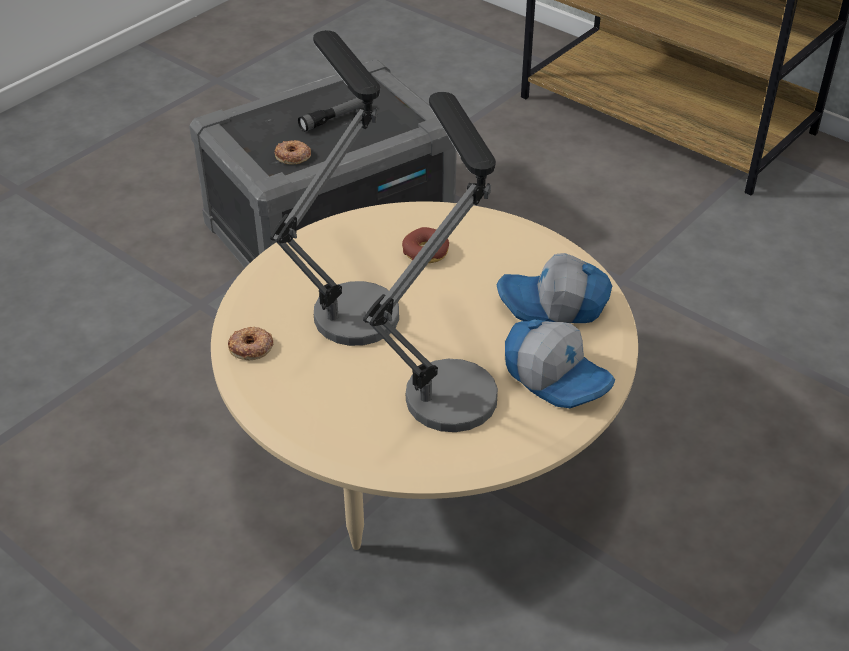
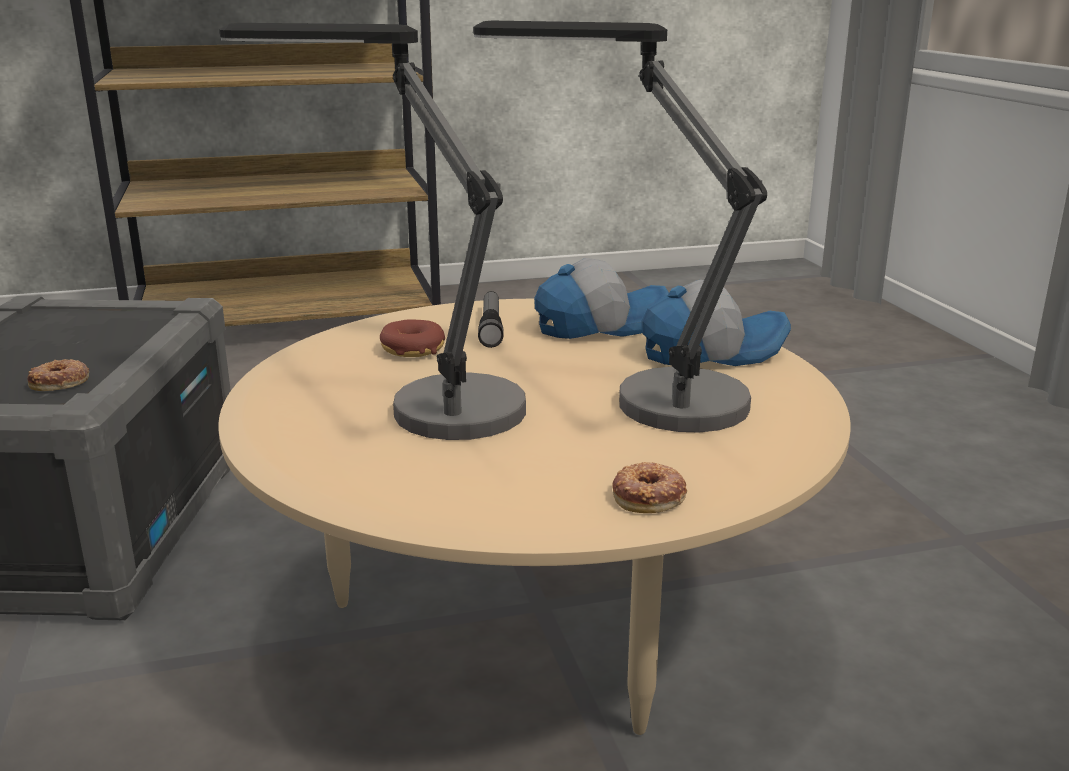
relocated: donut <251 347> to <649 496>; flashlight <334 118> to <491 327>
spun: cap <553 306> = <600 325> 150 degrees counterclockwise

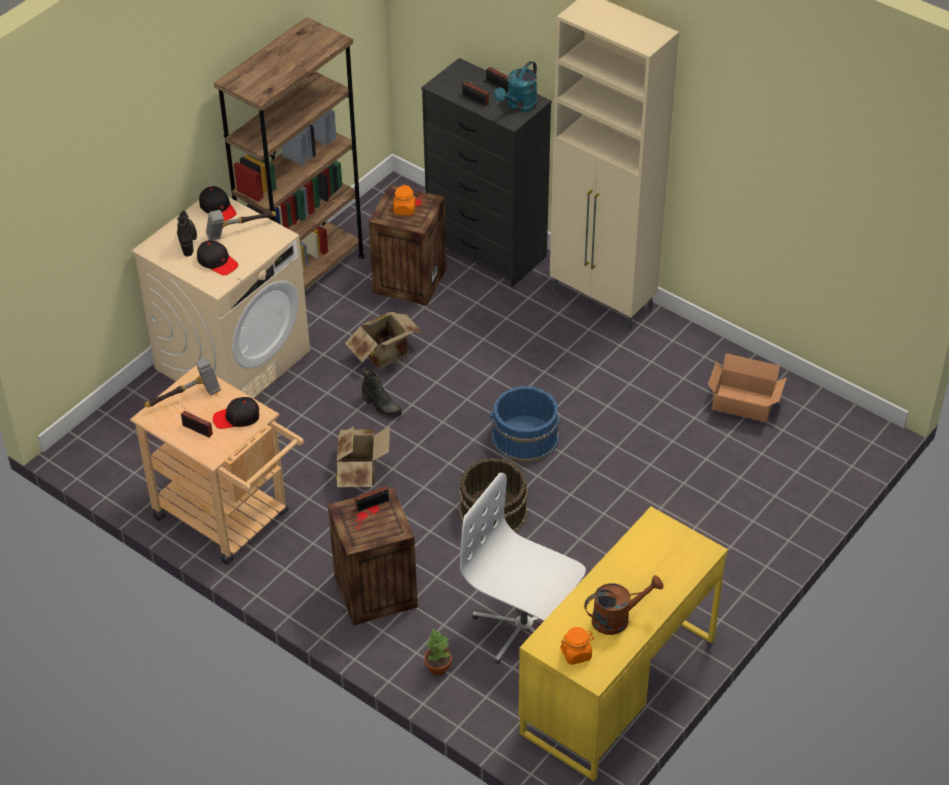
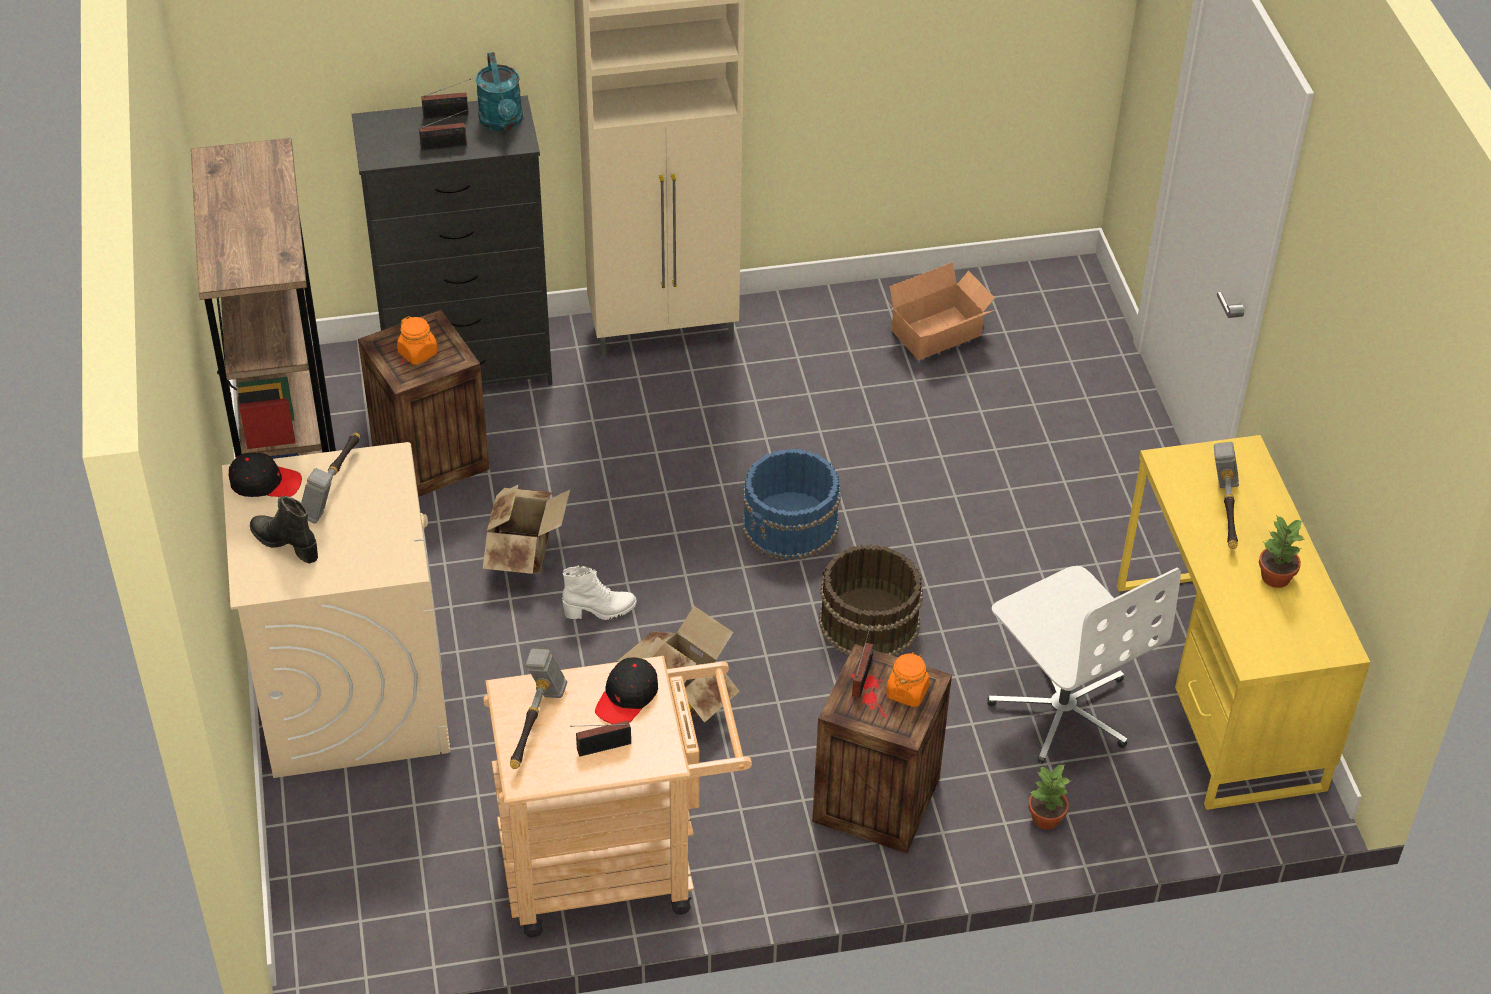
missing: black cap <217 262>
appeared: hammer <1225 513>
relocated: orange jar <576 653> to <907 691>
exchanged: brown watering can <617 618> to potted plant <1274 577>
colour: black boot <381 407> to white boot <600 611>
spun: white office chair <523 628> = <1063 708> 105 degrees counterclockwise

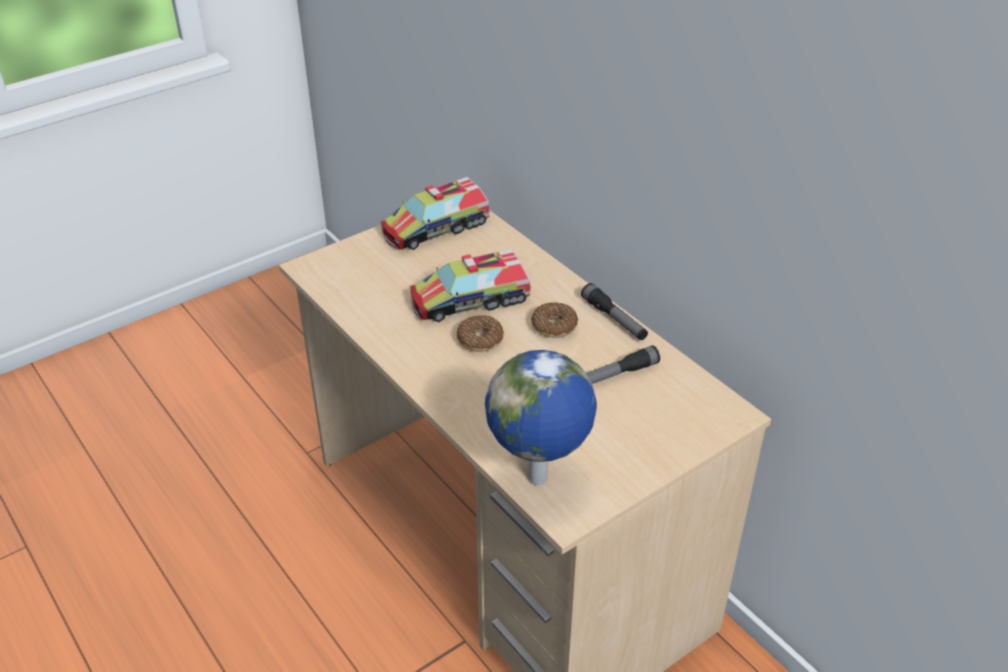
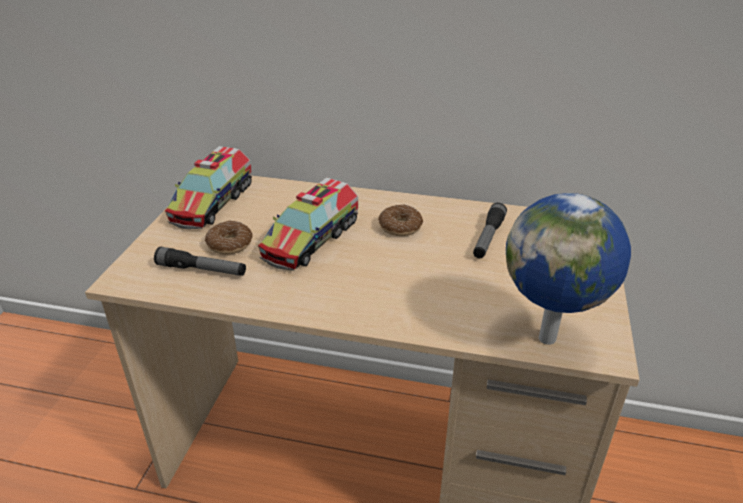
relocated: donut <480 339> to <229 244>; flashlight <614 319> to <202 270>

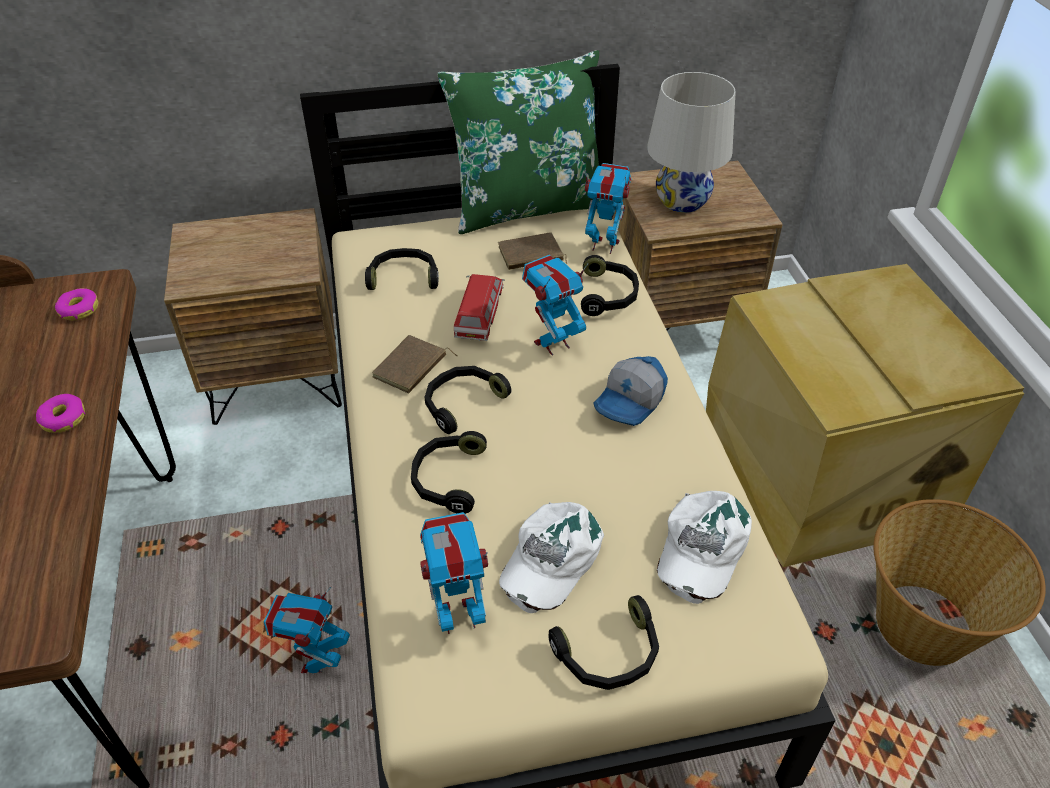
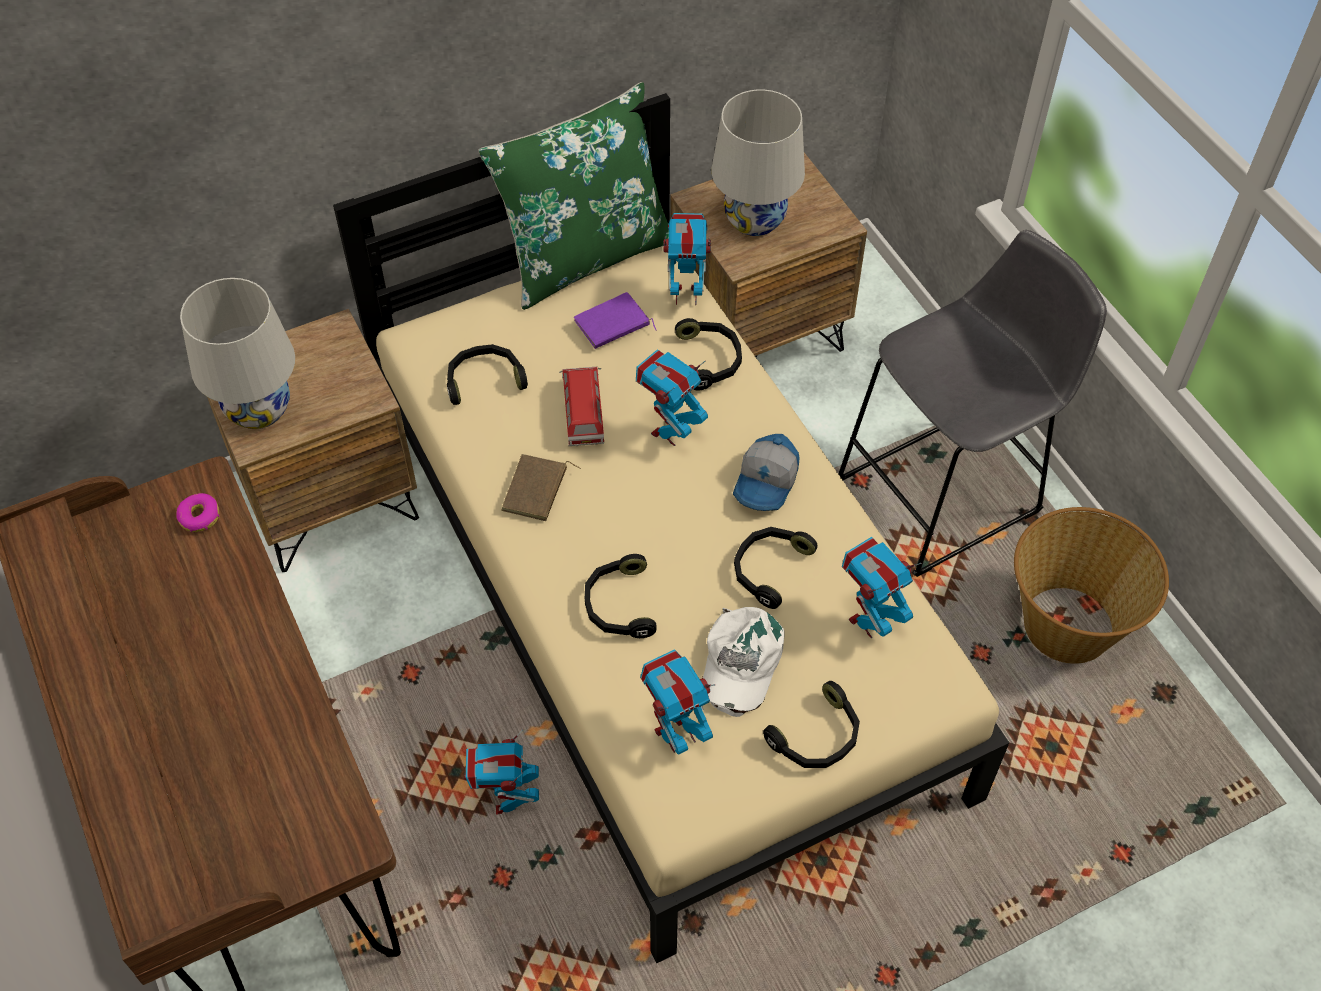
missing: donut <63 419>
appeared: white table lamp <258 409>
relocated: black headphones <462 403> to <769 569>
exchanged: white cap <701 548> to toy robot <870 621>; beige storage box <820 479> to grey stool <948 492>
colour: brown book <531 256> to purple book <613 325>

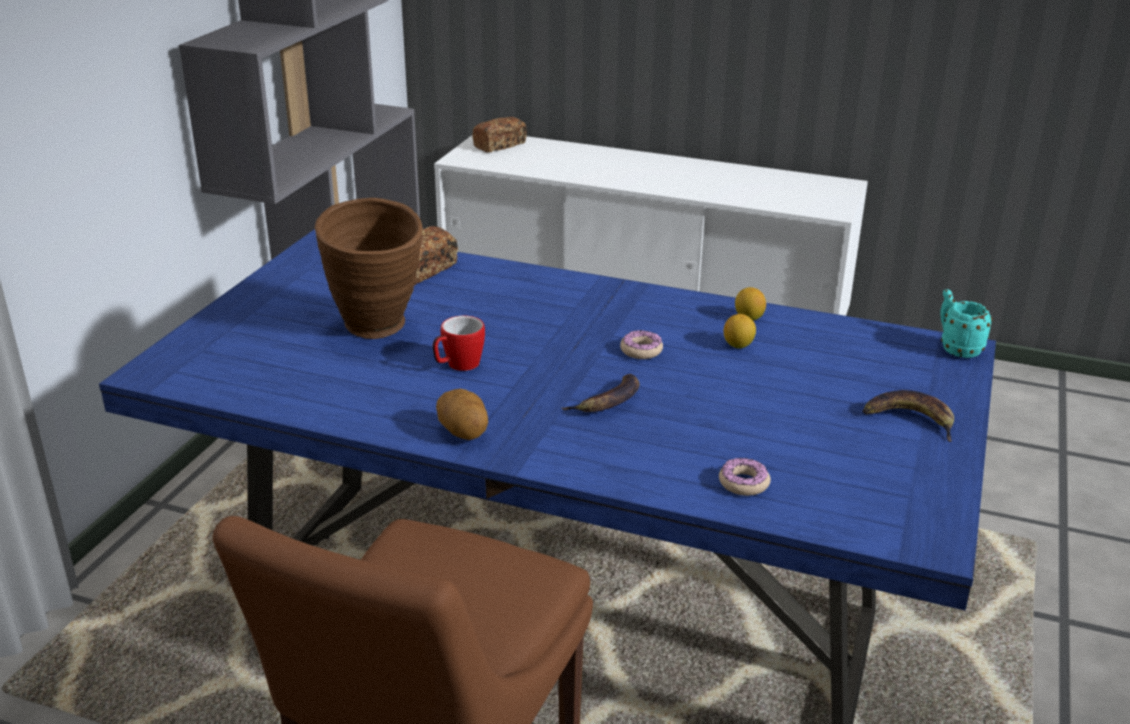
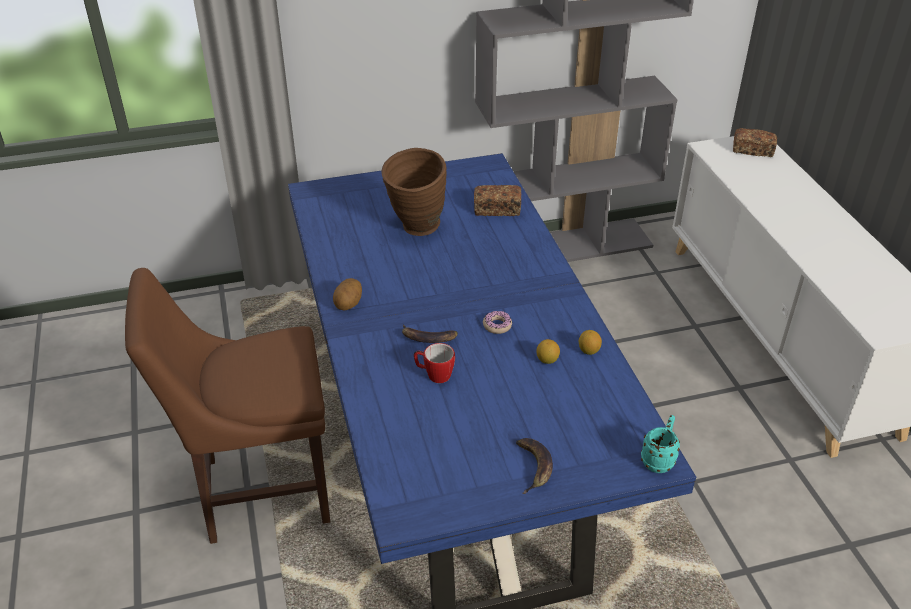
missing: donut <744 483>
relocated: mug <458 366> to <434 375>

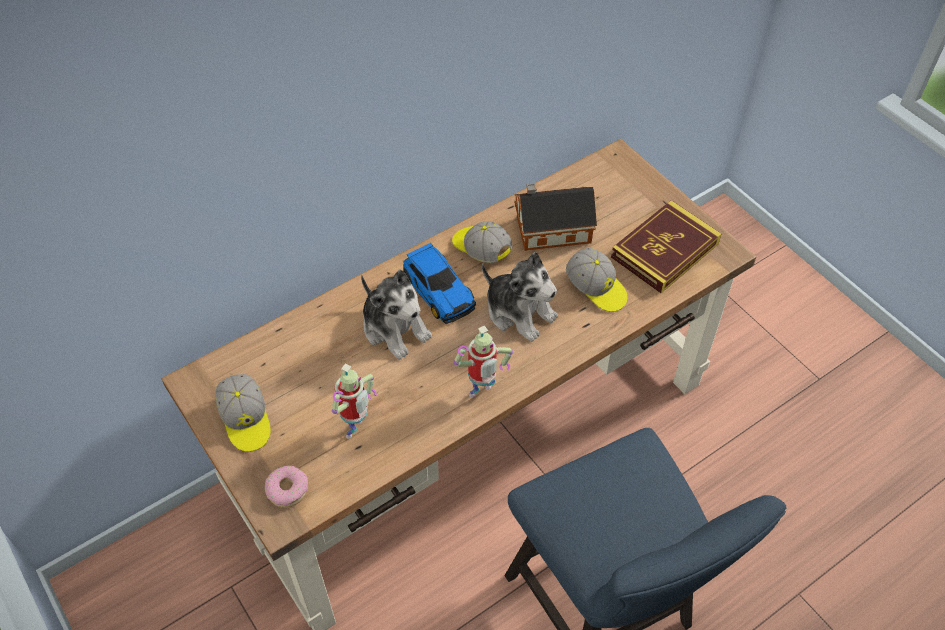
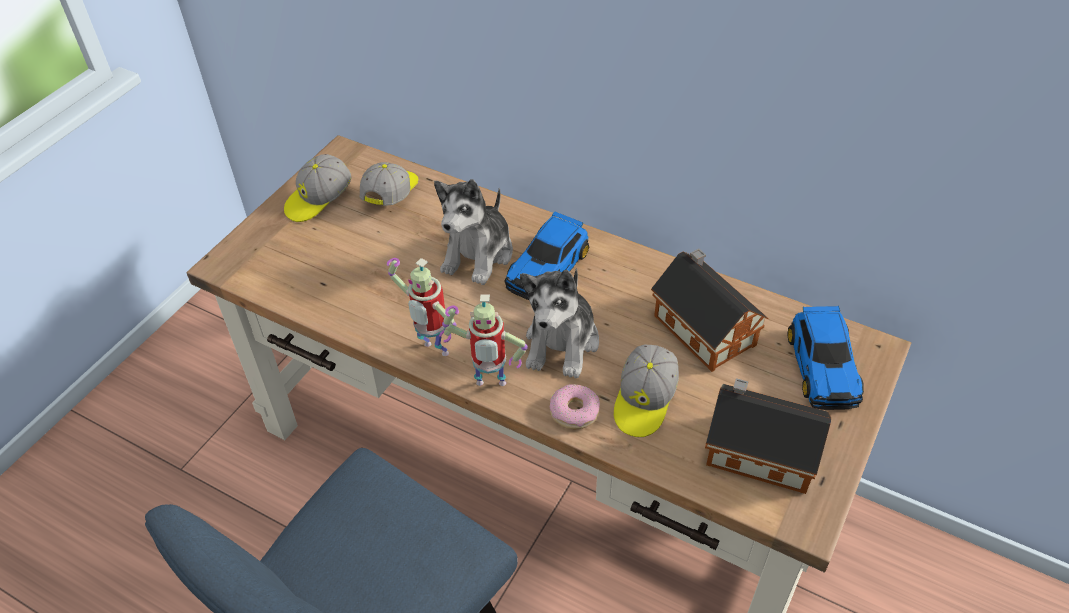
appeared: toy car <823 366>
relocated: donut <287 490> to <574 412>; toy robot <357 430> to <490 386>; cap <481 249> to <391 194>
exchanged: book <664 250> to toy house <756 450>

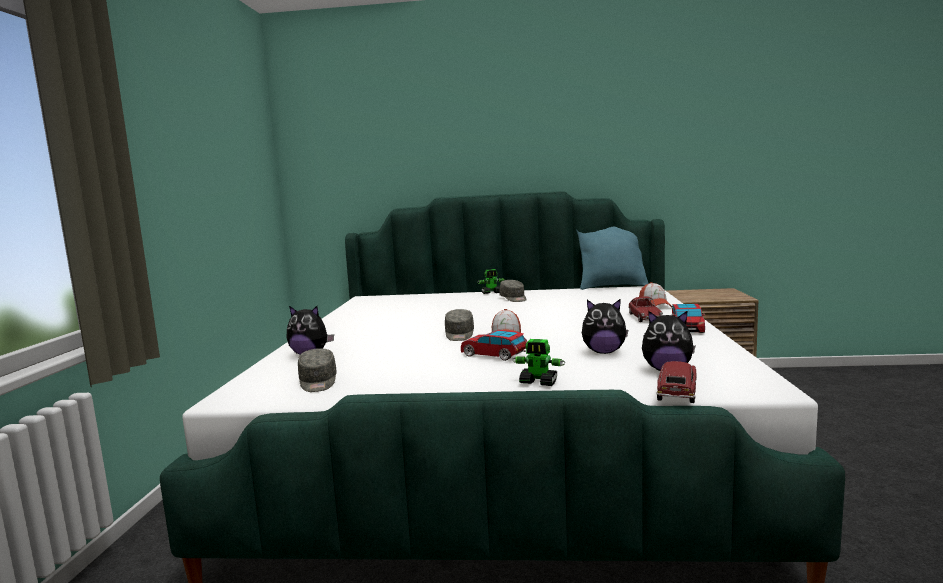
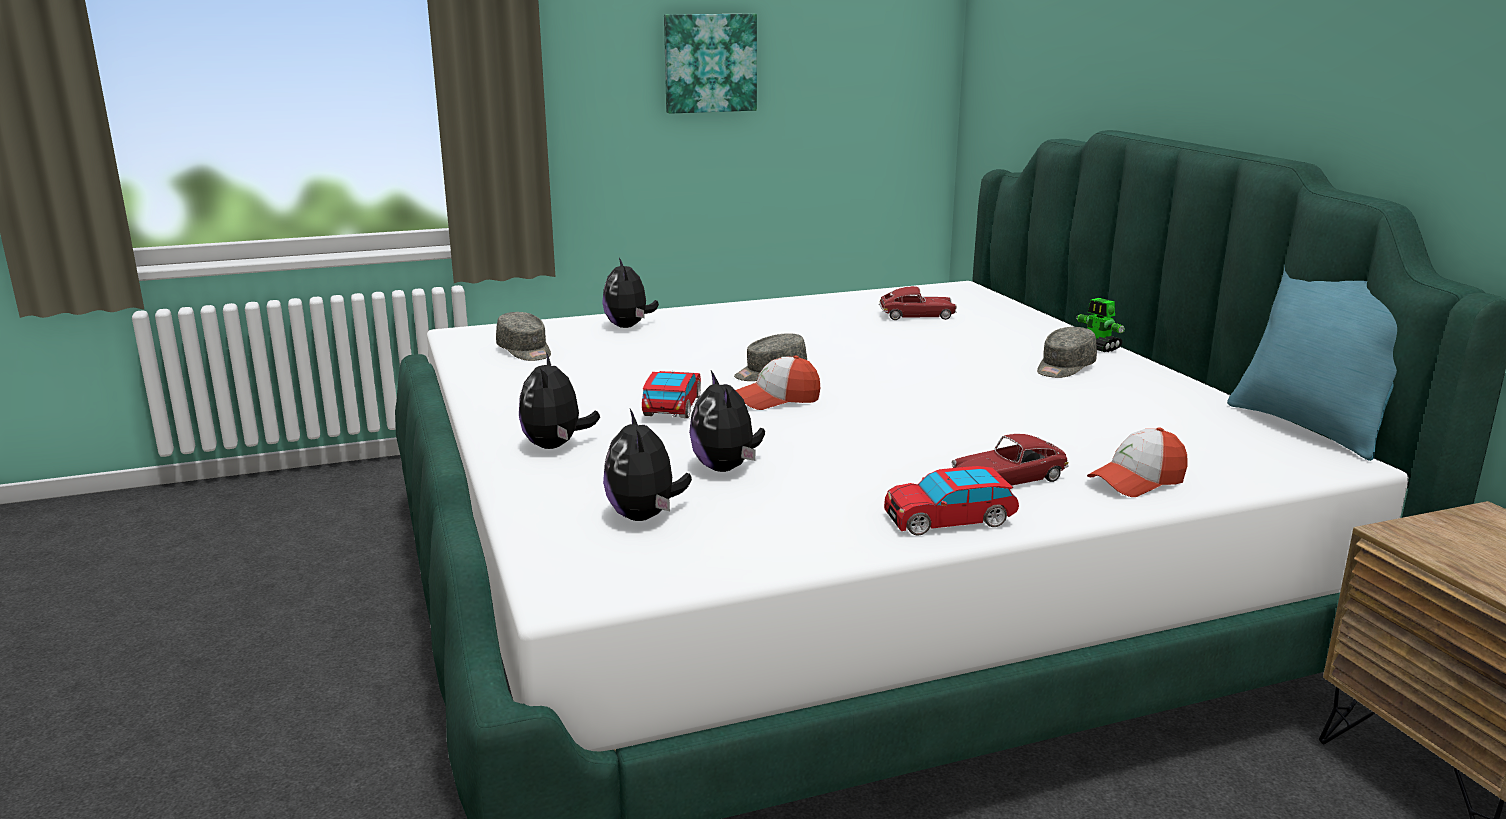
appeared: picture <709 63>
relocated: toy car <677 391> to <917 316>
exchanged: toy robot <539 382> to plush toy <556 446>
spun: grey cap <318 382> = <525 351> 90 degrees counterclockwise

